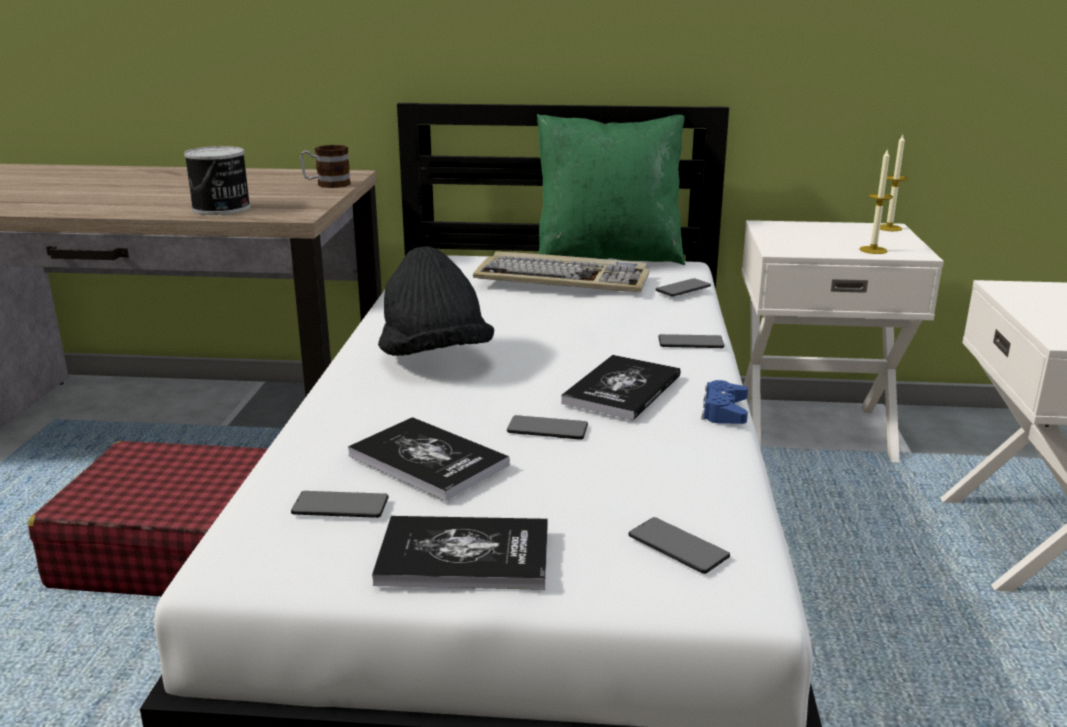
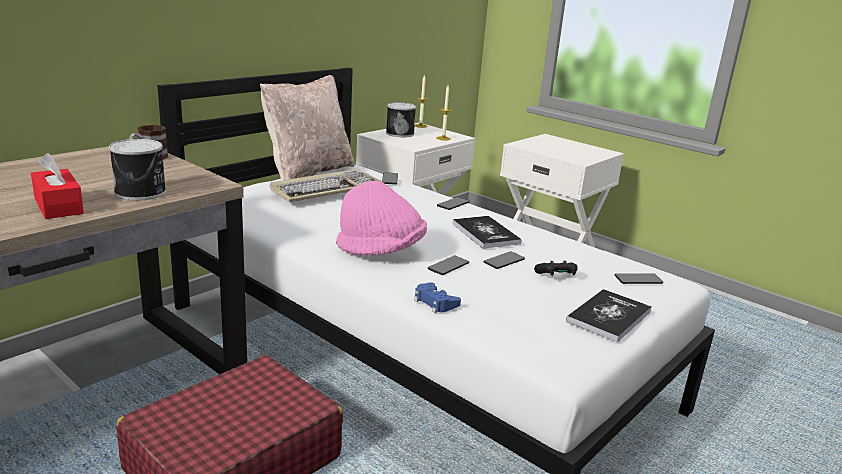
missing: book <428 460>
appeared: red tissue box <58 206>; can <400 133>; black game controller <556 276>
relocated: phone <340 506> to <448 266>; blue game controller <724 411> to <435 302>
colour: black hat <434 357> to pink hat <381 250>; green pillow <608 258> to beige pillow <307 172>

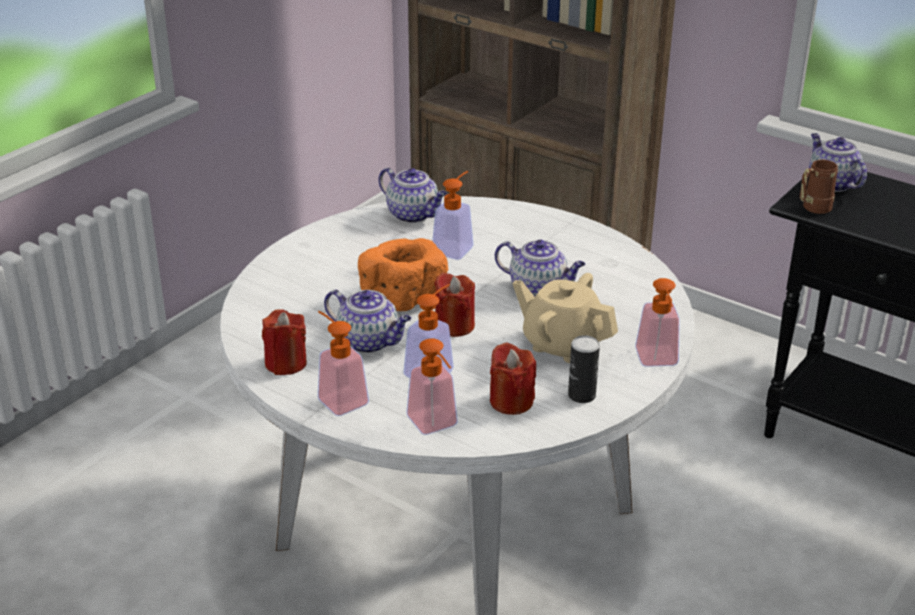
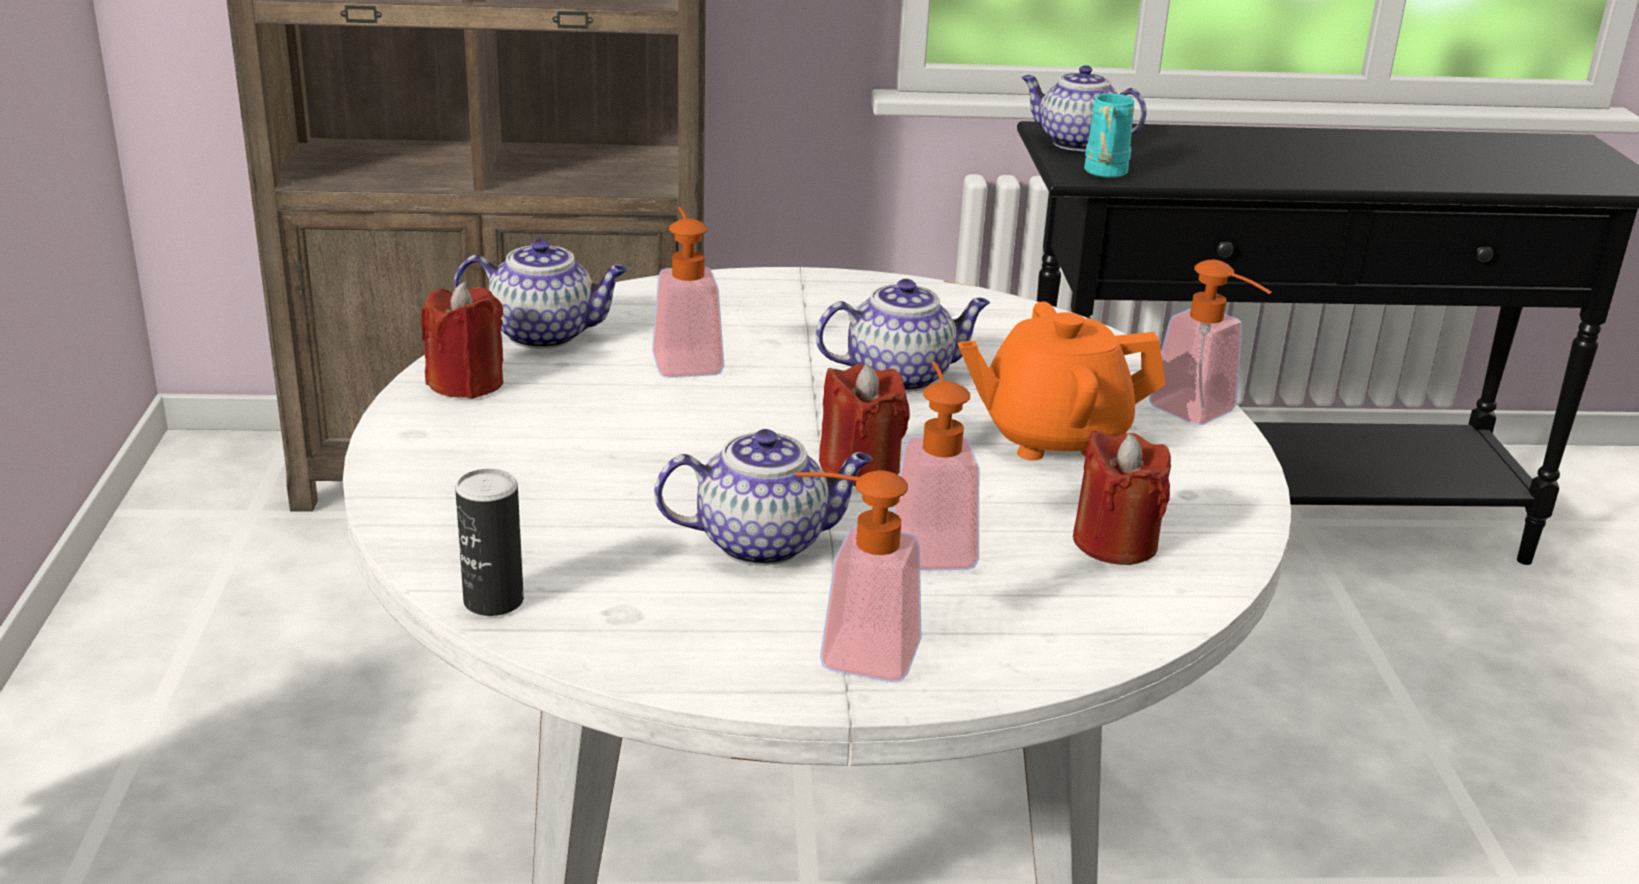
missing: orange bowl <403 297>; soap dispenser <436 426>
relocated: red candle <286 363> to <466 383>; can <581 395> to <493 601>
colour: beige teapot <562 344> to orange teapot <1052 437>; brown mug <812 209> to turquoise mug <1103 174>

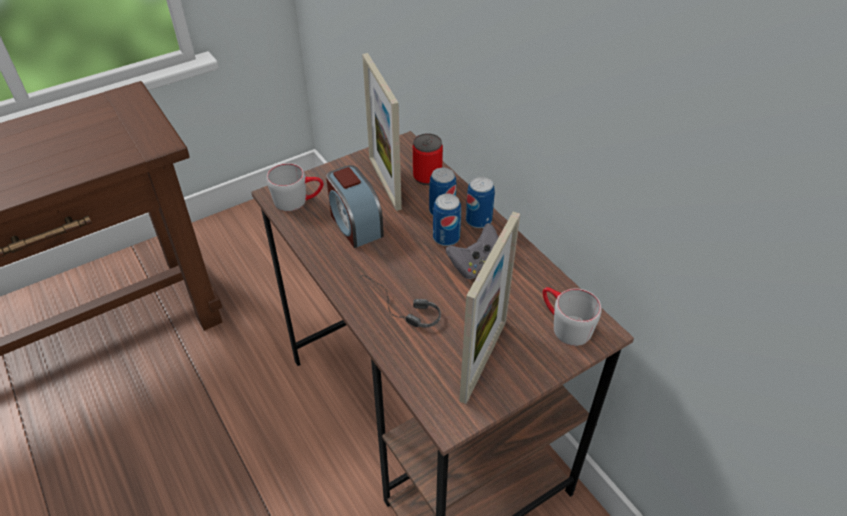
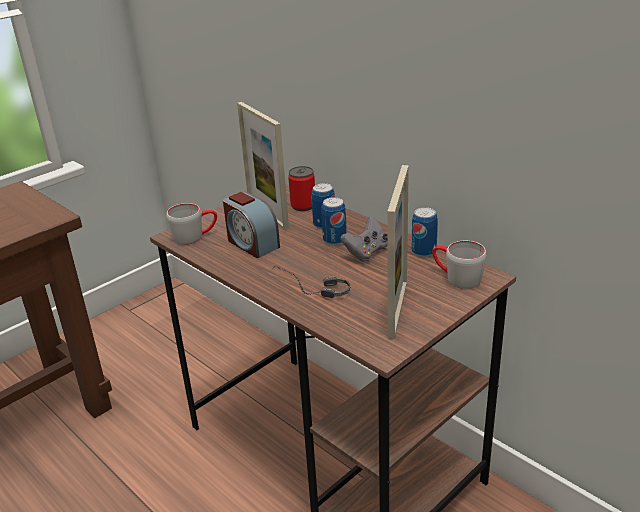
relocated: can <478 220> to <423 252>

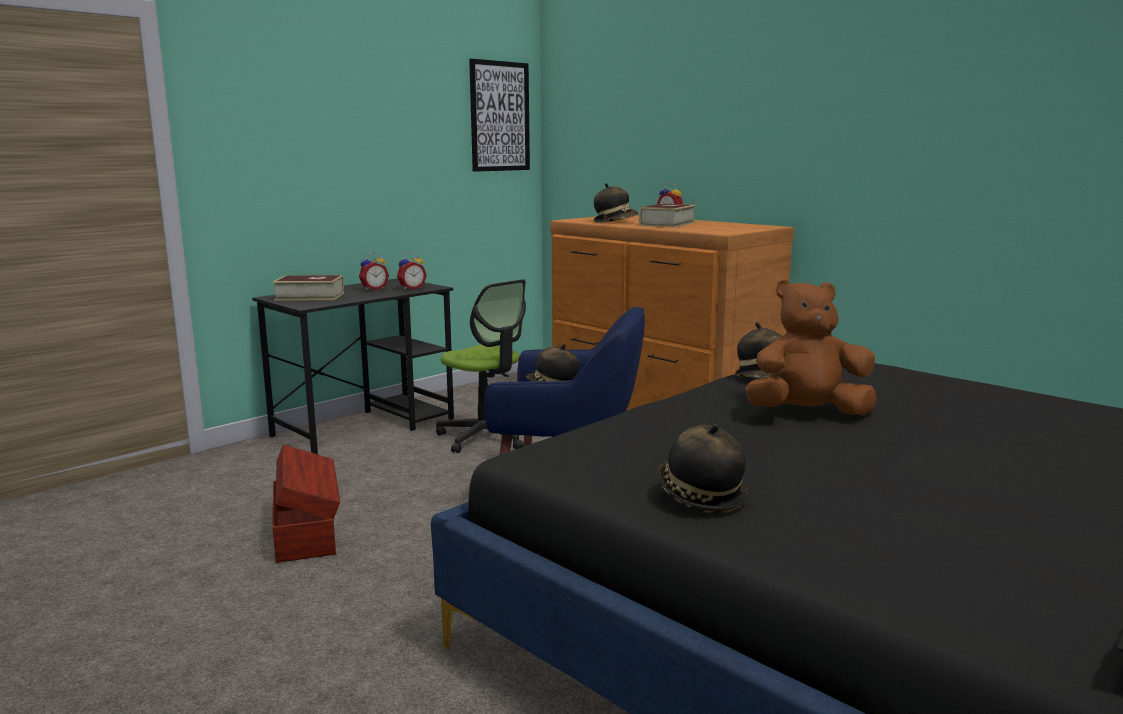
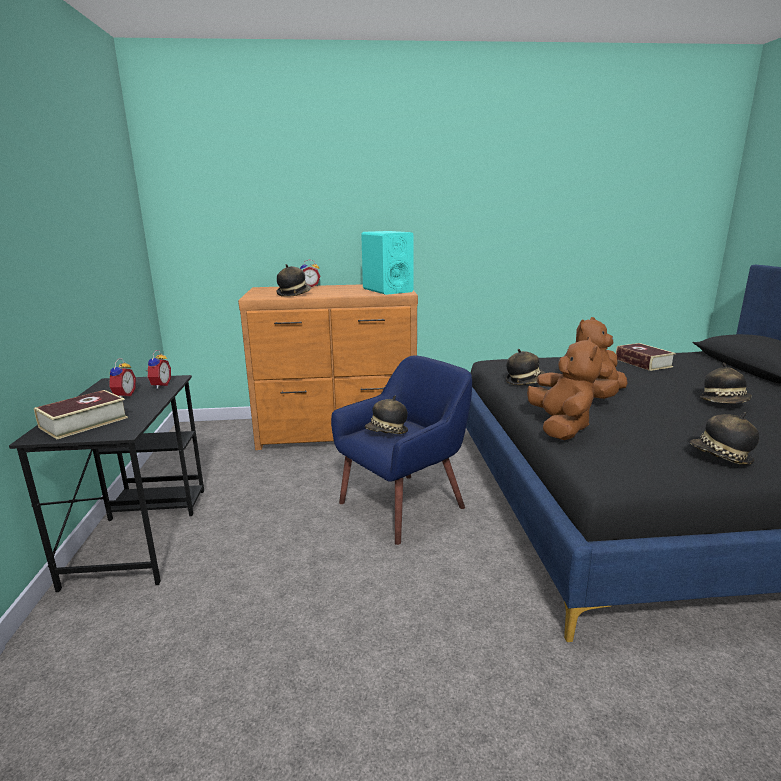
missing: brown storage box <306 531>; office chair <486 437>; picture <499 116>
appeared: turquoise speaker <387 290>; brown plush toy <560 427>; hat <724 402>
relocated: book <667 224> to <643 363>

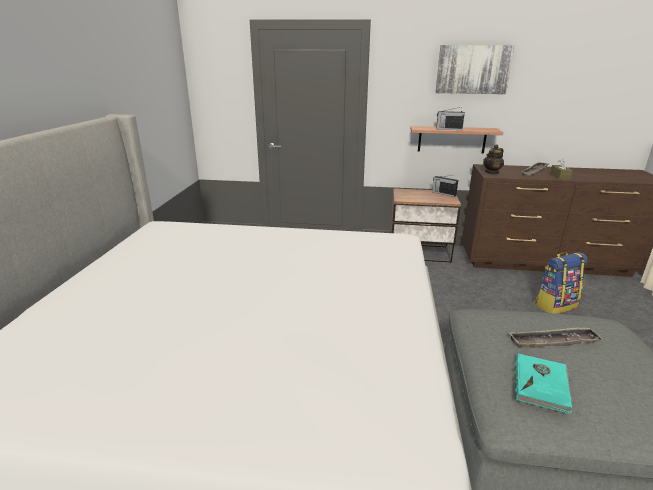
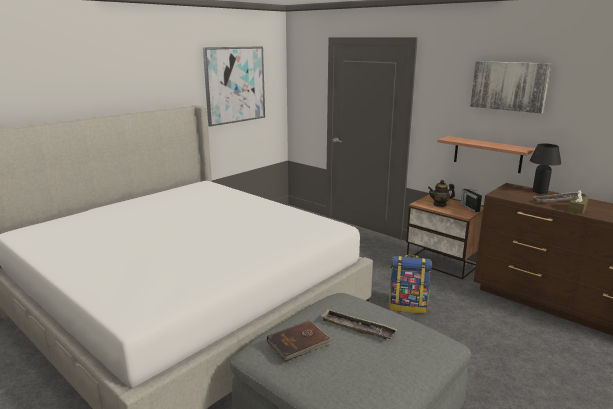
missing: radio <448 129>
appeared: picture <235 85>; black table lamp <540 191>
relocated: teapot <492 172> to <440 204>; backpack <555 305> to <408 306>
colour: turquoise book <542 384> to brown book <299 343>

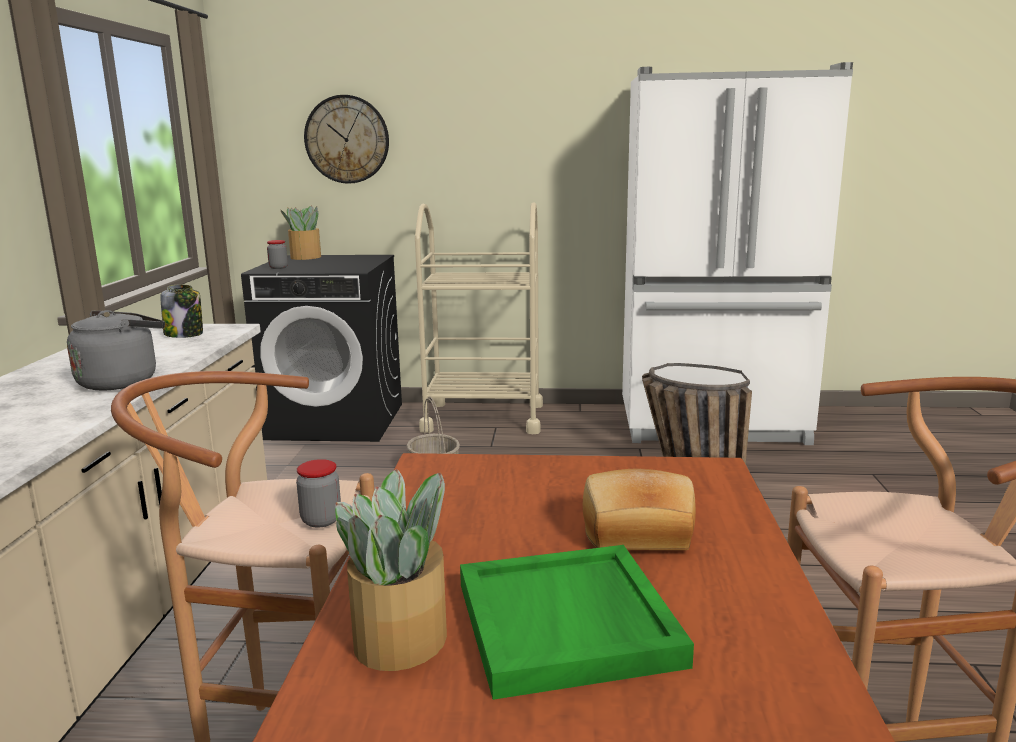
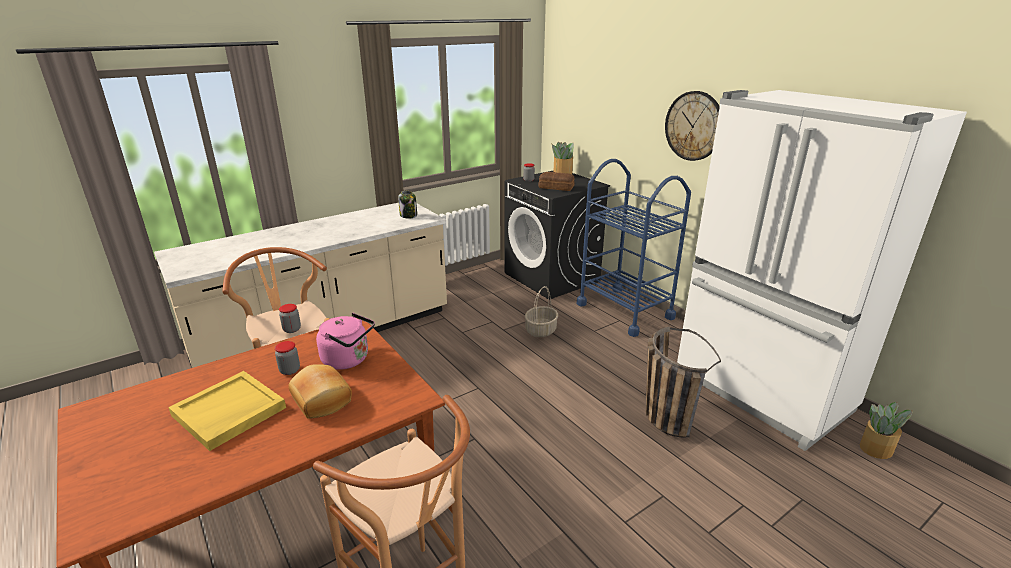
missing: grey kettle <122 381>
appeared: jar <290 370>; pink kettle <348 360>; bread <556 187>
relocated: wall clock <347 139> to <694 126>; potted plant <403 639> to <877 449>
colour: beige cart <483 418> to blue cart <624 311>; green tray <568 624> to yellow tray <229 412>

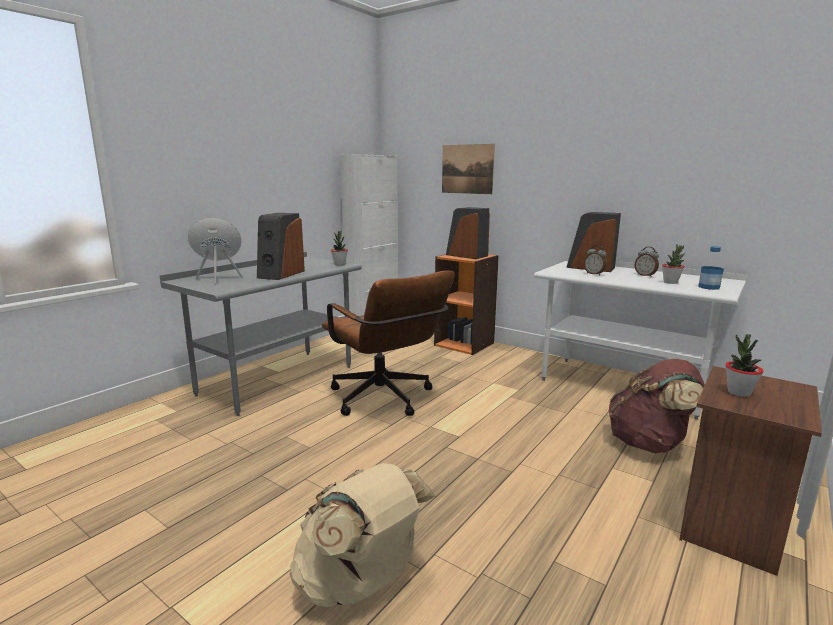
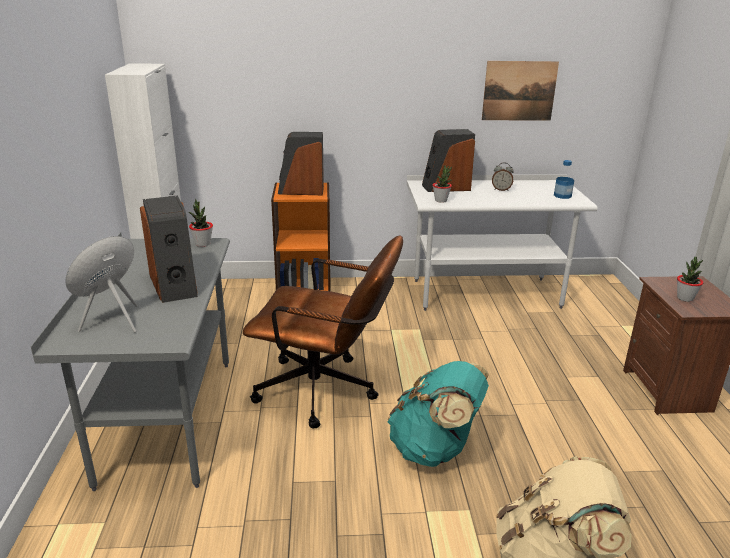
missing: alarm clock <594 274>; brown backpack <649 444>
appeared: turquoise backpack <435 449>
relocated: picture <467 169> to <519 91>; potted plant <670 282> to <441 200>

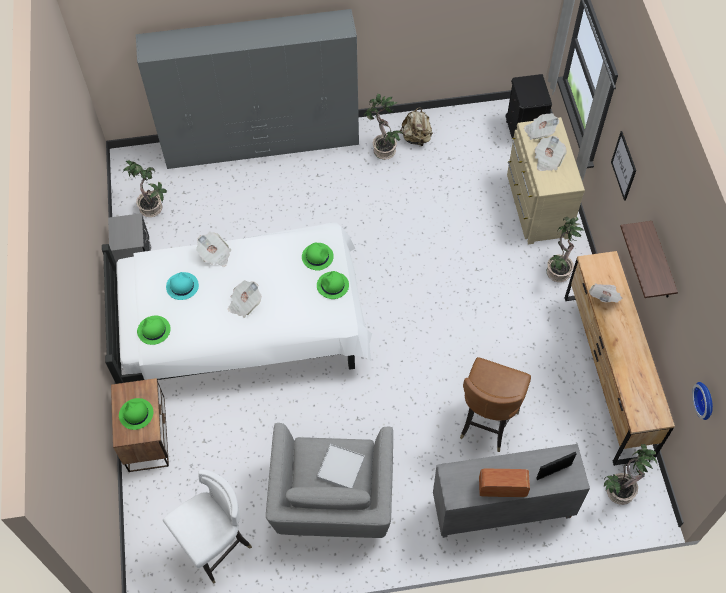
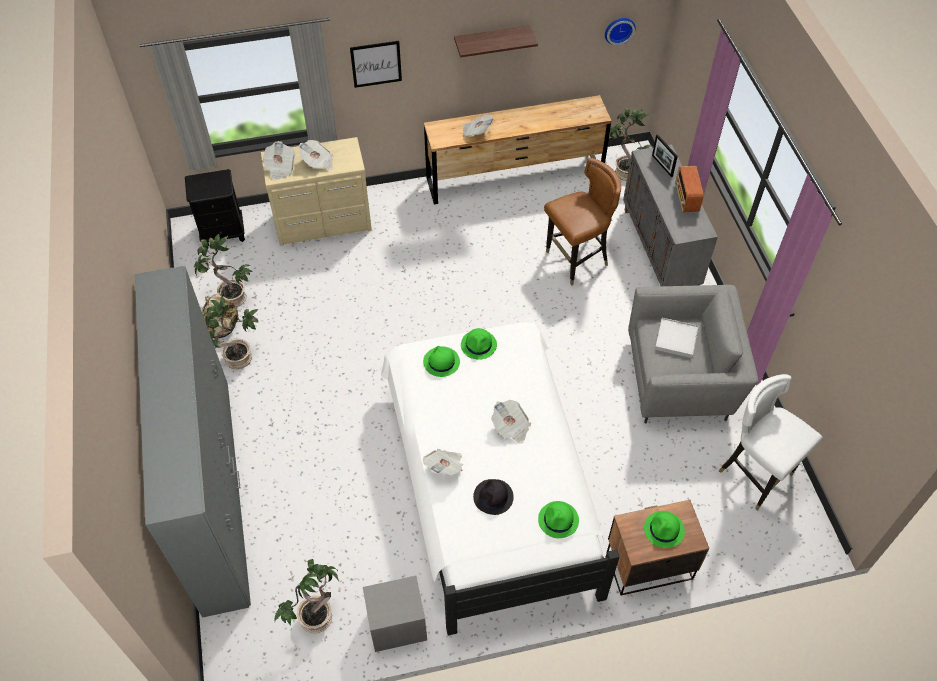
relocated: potted plant <557 271> to <232 298>
colour: turquoise hat <182 286> to black hat <493 497>
spun: brown chair <487 422> = <576 261> 45 degrees counterclockwise

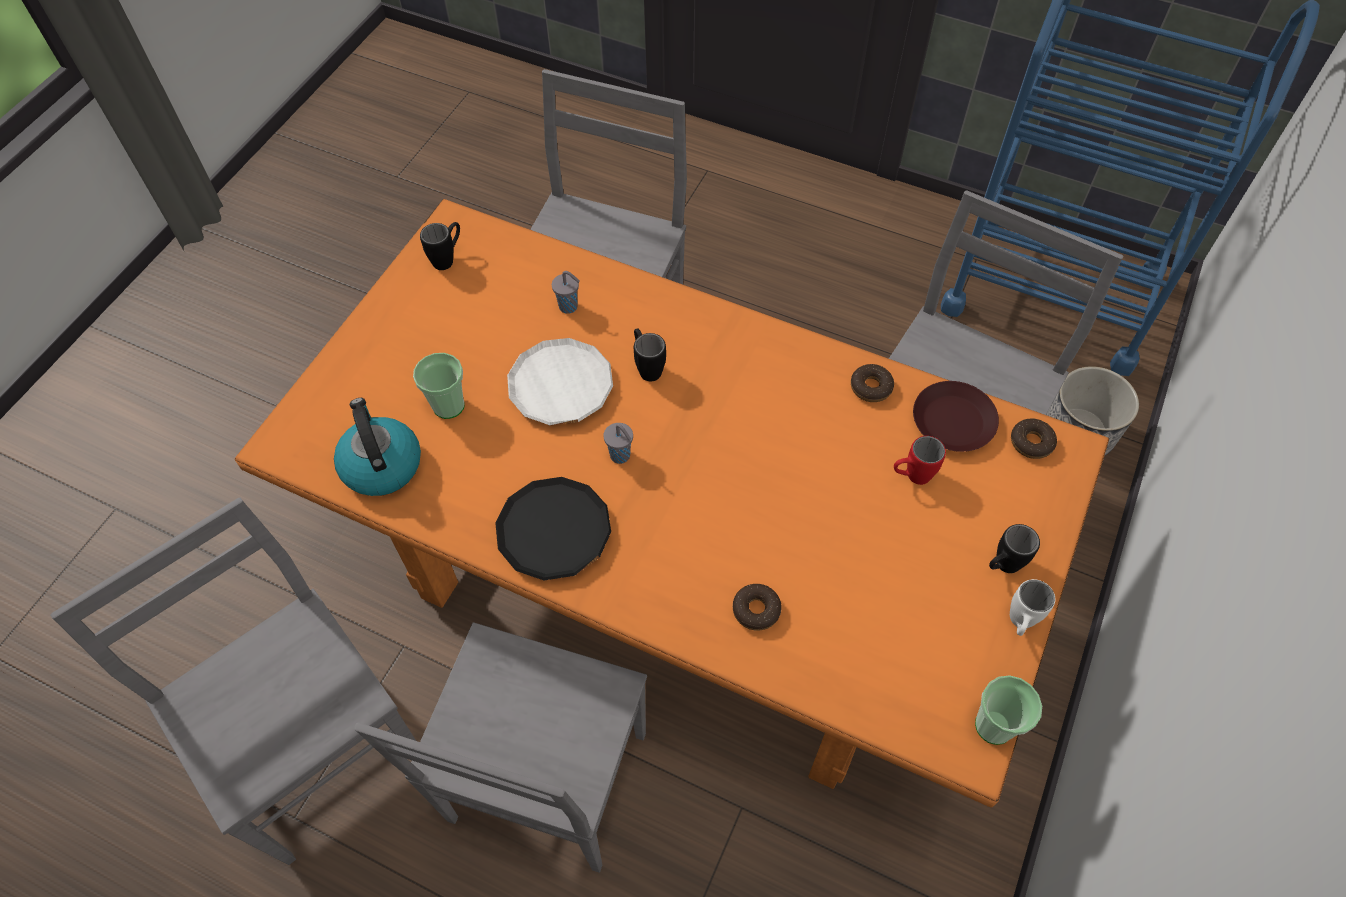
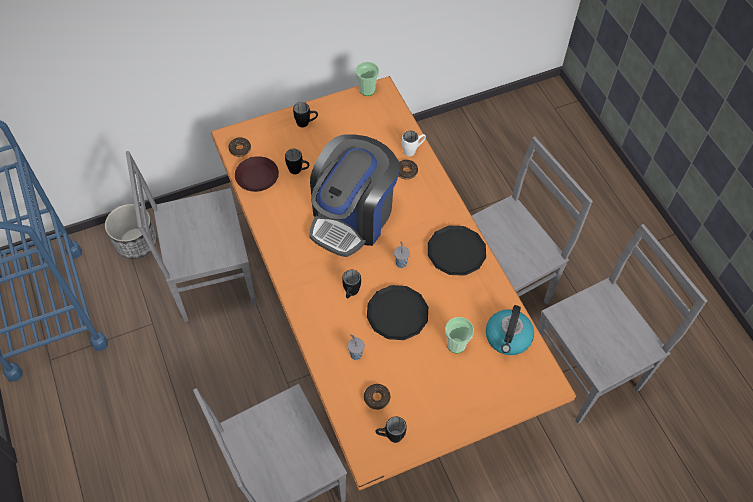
appeared: coffee machine <352 217>
relocated: donut <871 387> to <377 398>; white mug <1019 624> to <413 150>
colour: white plate <561 386> to black plate <397 314>; red mug <911 477> to black mug <298 171>
spun: grey chair <321 750> = <587 370> 120 degrees counterclockwise

